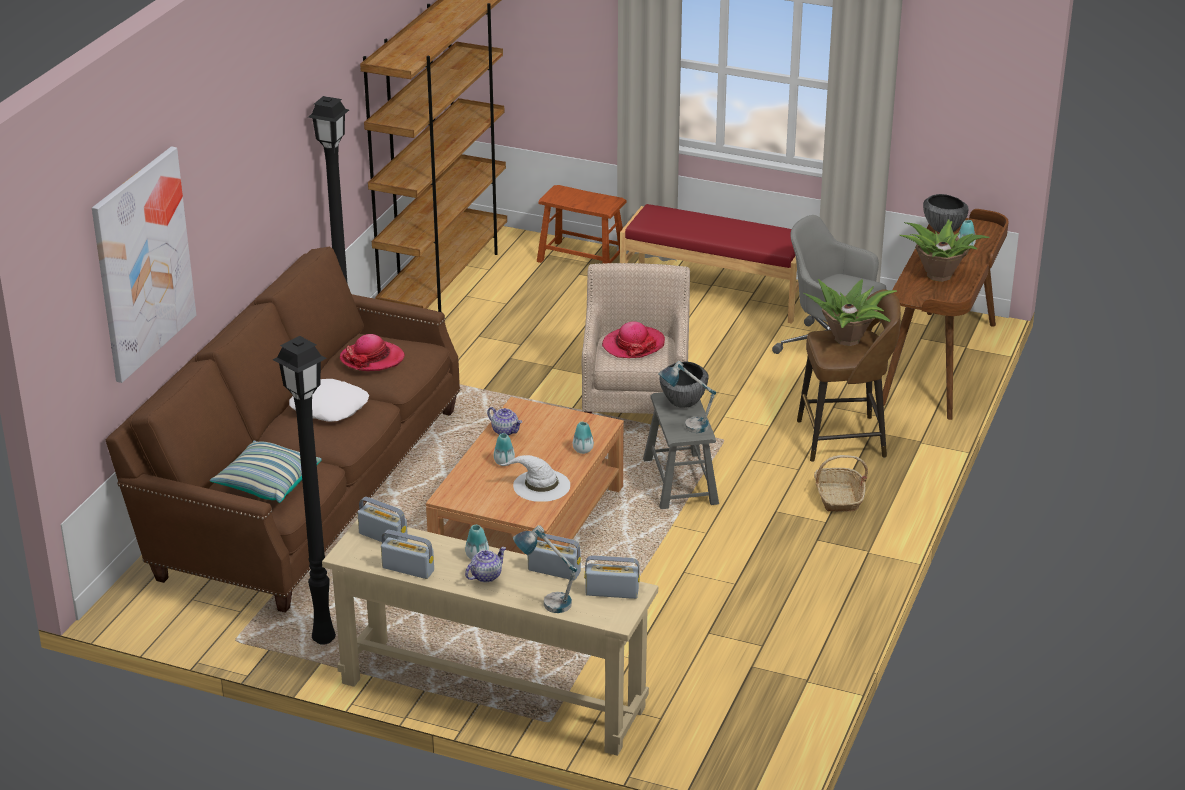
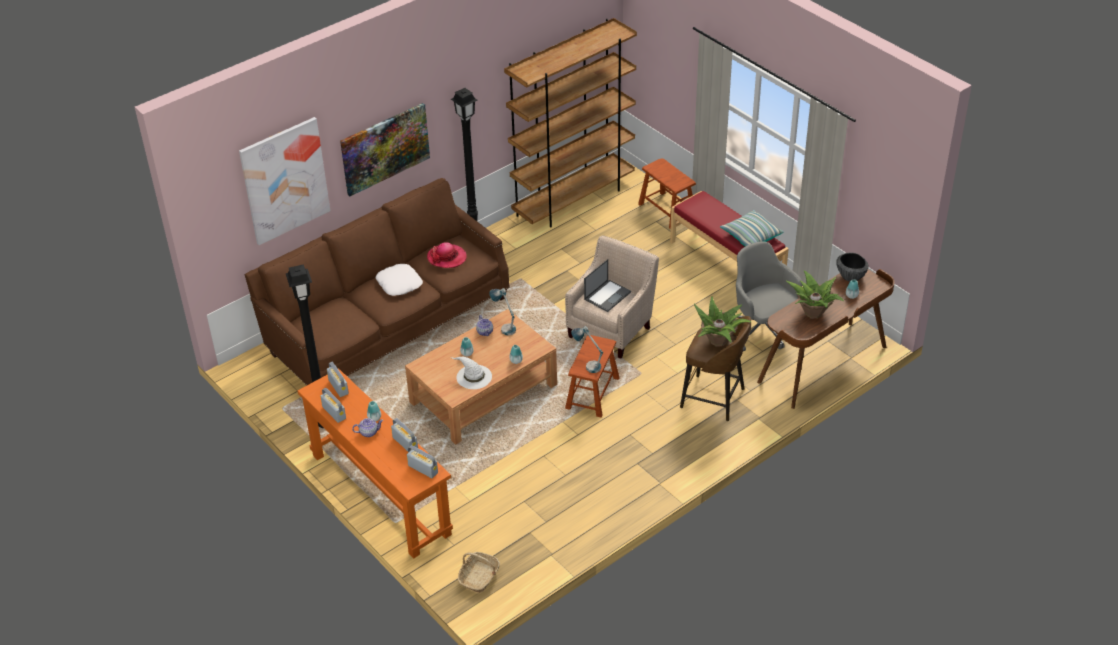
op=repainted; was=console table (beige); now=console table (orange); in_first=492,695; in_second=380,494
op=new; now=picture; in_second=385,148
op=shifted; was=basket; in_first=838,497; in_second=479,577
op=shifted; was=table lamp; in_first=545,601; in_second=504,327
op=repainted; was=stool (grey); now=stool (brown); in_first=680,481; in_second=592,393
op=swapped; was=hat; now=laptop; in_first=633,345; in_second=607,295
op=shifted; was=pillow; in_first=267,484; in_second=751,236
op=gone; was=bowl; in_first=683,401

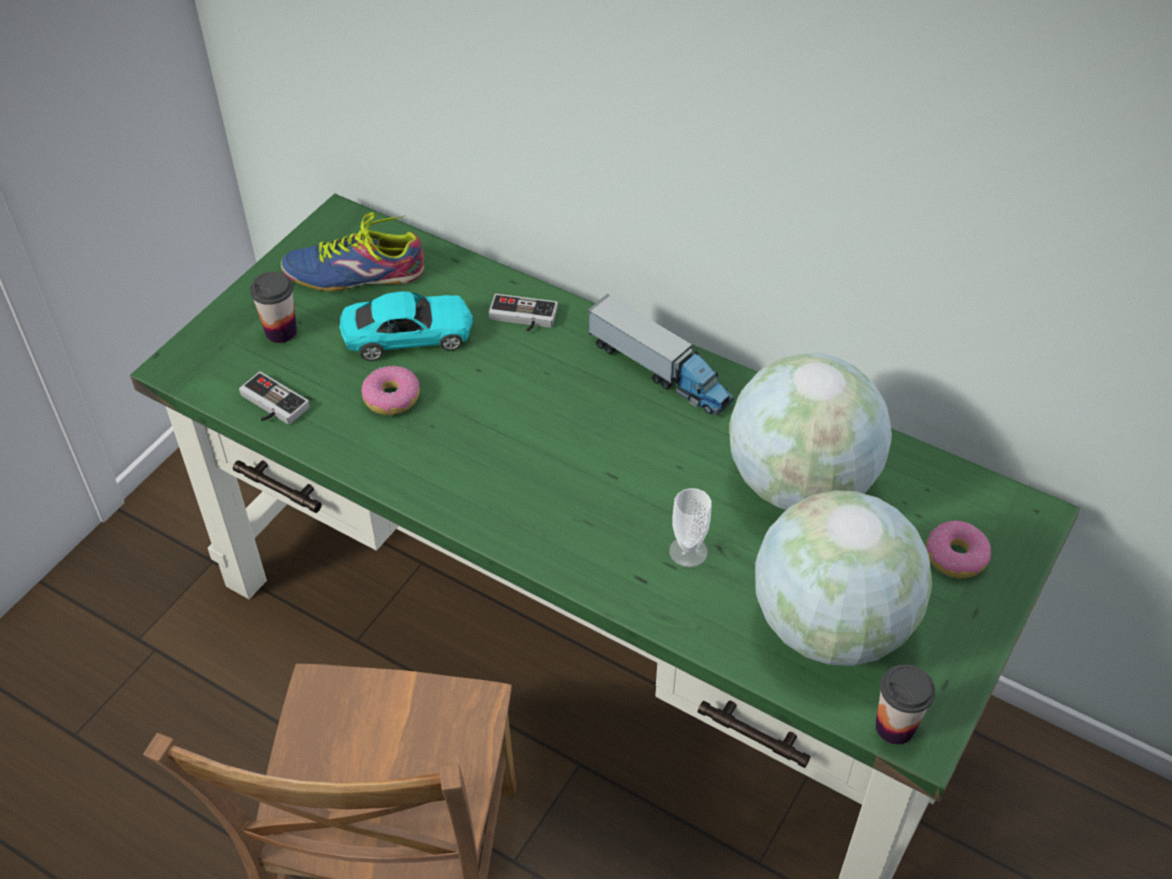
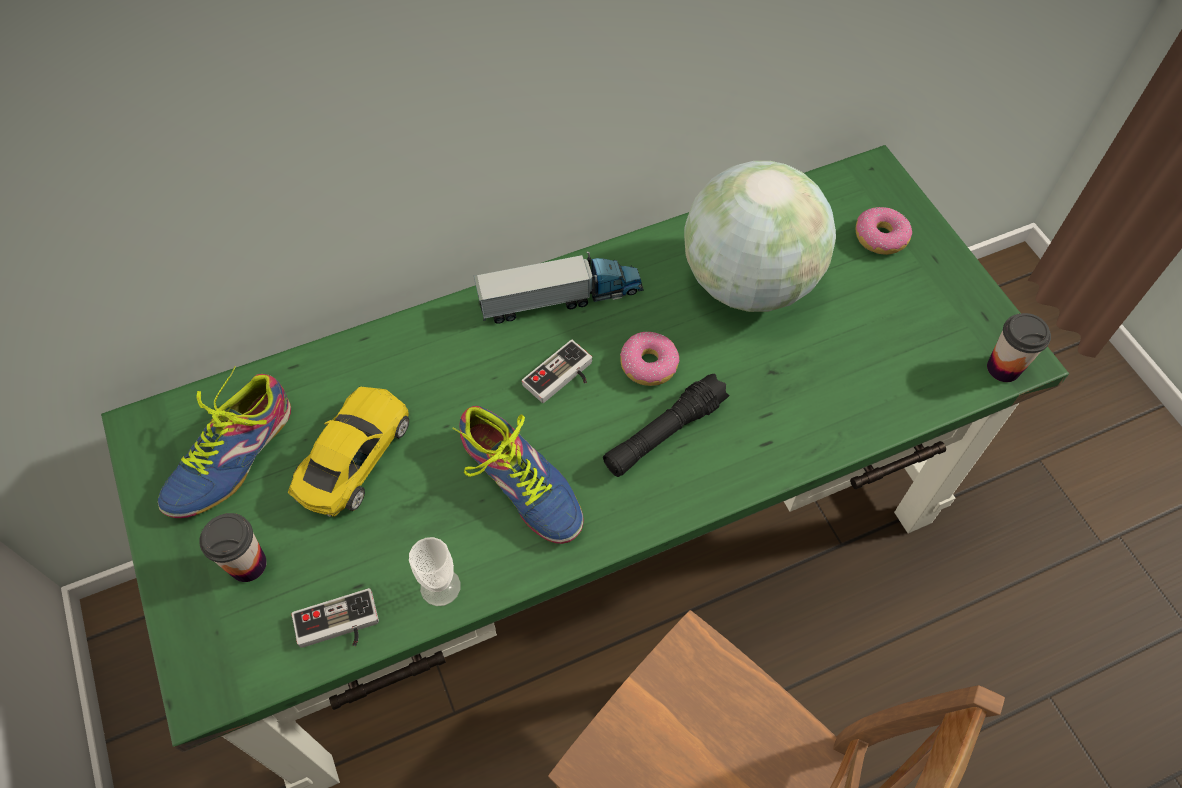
op=repainted; was=toy car (turquoise); now=toy car (yellow); in_first=408,335; in_second=354,457
op=shifted; was=cup; in_first=688,551; in_second=440,587
op=new; now=shoe; in_second=522,482
op=shifted; was=game controller; in_first=522,319; in_second=562,378
op=new; now=flashlight (black); in_second=664,433
op=shifted; was=donut; in_first=391,398; in_second=649,365
op=gone; was=globe; in_first=830,625

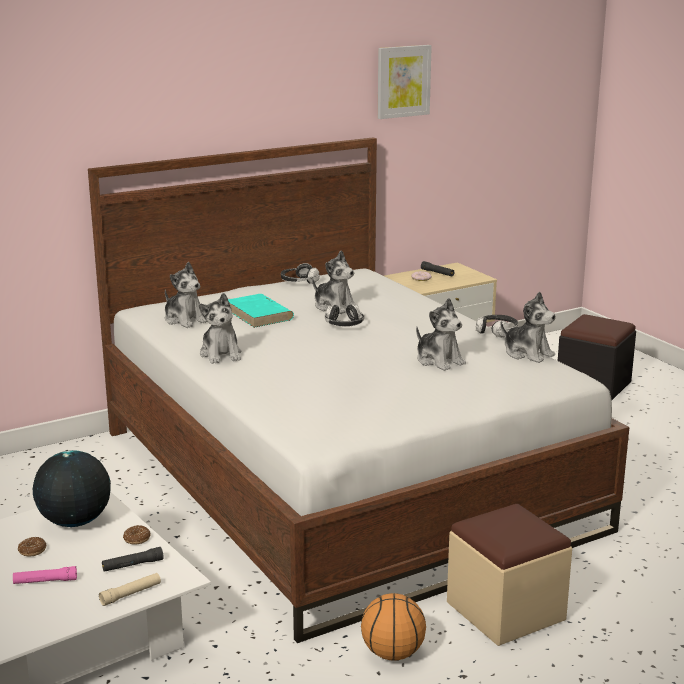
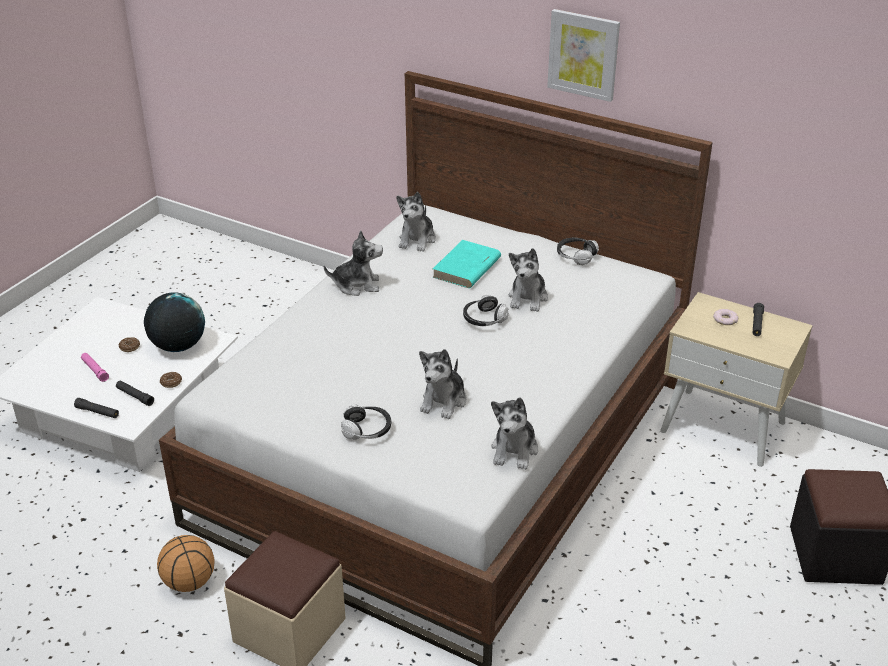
op=repainted; was=flashlight (beige); now=flashlight (black); in_first=131,594; in_second=97,412
op=rotated; was=plush toy; in_first=221,354; in_second=357,285; clockwise=-135
op=shifted; was=headphones; in_first=496,332; in_second=367,430
op=shifted; was=picture; in_first=403,81; in_second=583,54

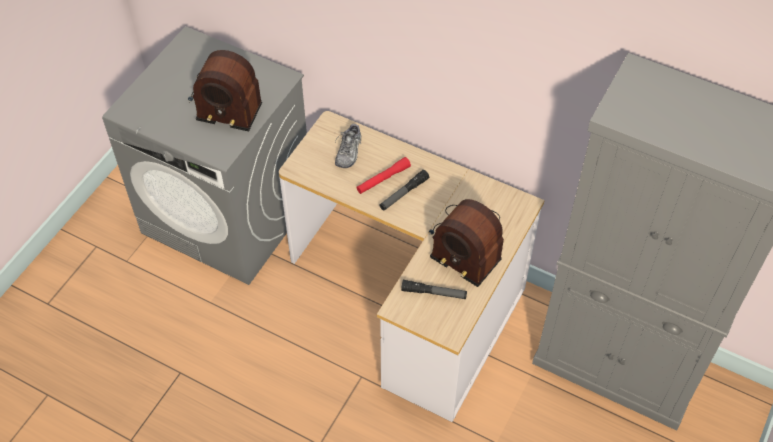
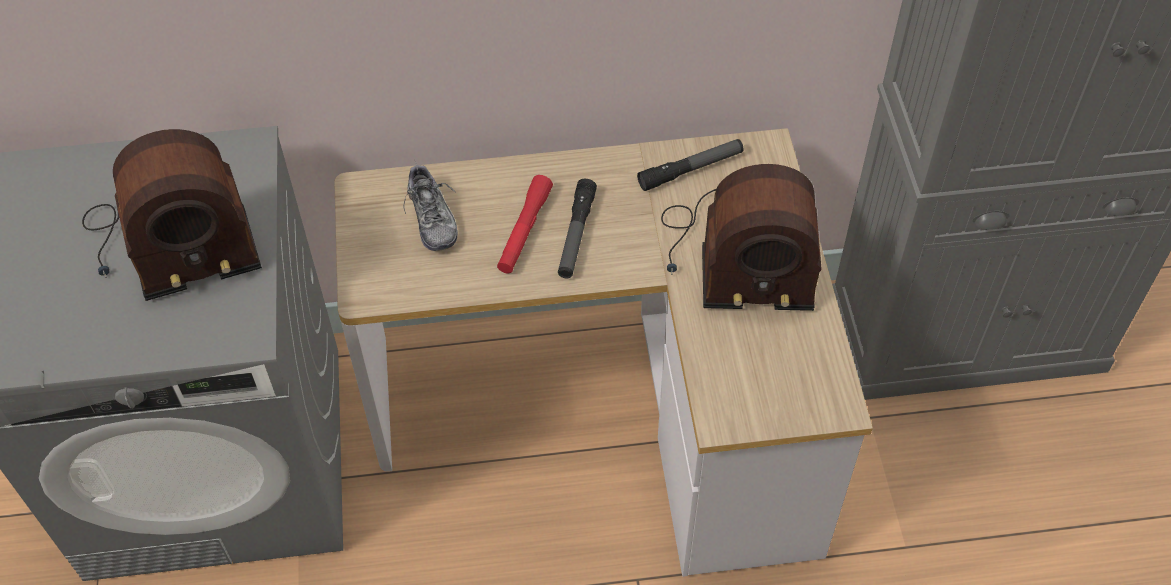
op=shifted; was=flashlight; in_first=434,293; in_second=690,169

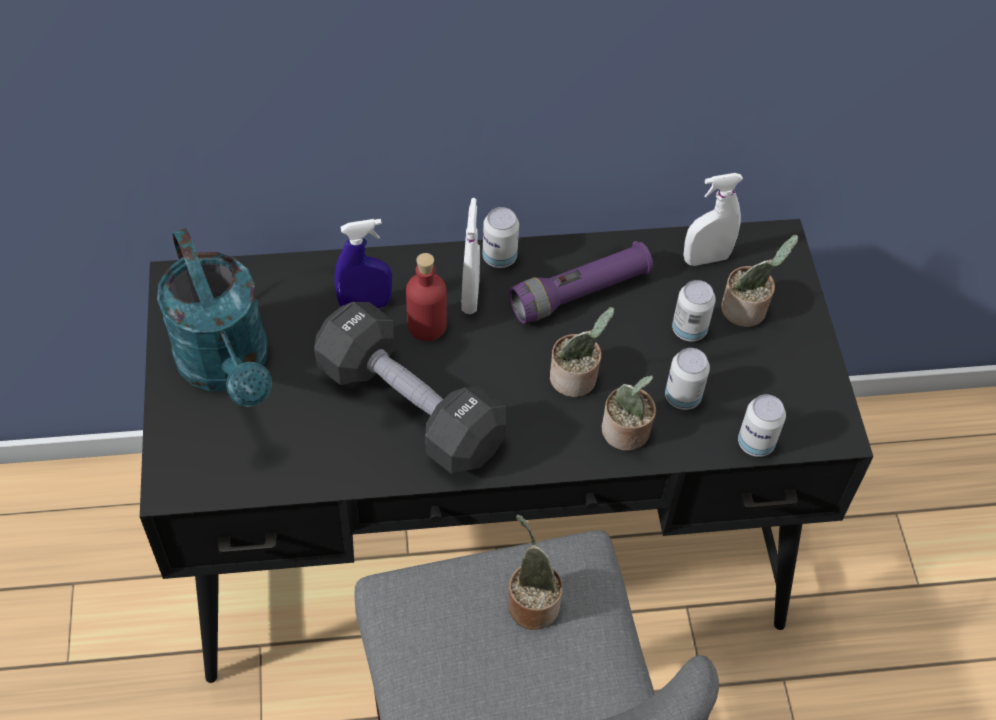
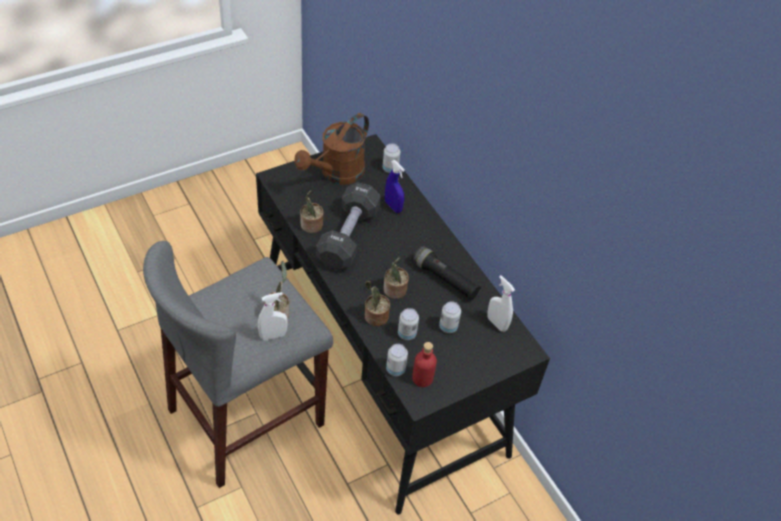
op=shifted; was=spray bottle (white); in_first=470,296; in_second=273,335
op=repainted; was=watering can (turquoise); now=watering can (brown); in_first=228,367; in_second=337,174
op=shifted; was=potted plant; in_first=747,310; in_second=311,226
op=shifted; was=can; in_first=499,257; in_second=390,168
op=repainted; was=flashlight (purple); now=flashlight (black); in_first=580,293; in_second=444,279
op=shifted; was=bottle (red); in_first=427,325; in_second=422,378

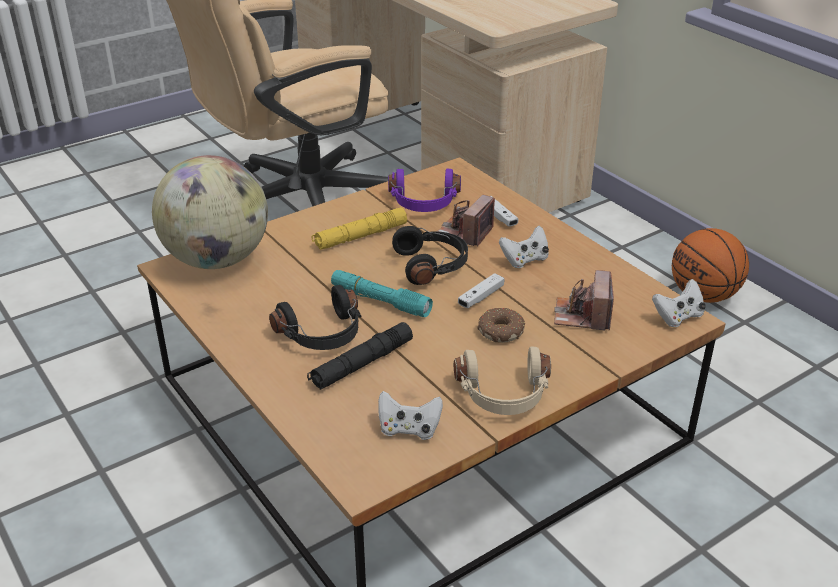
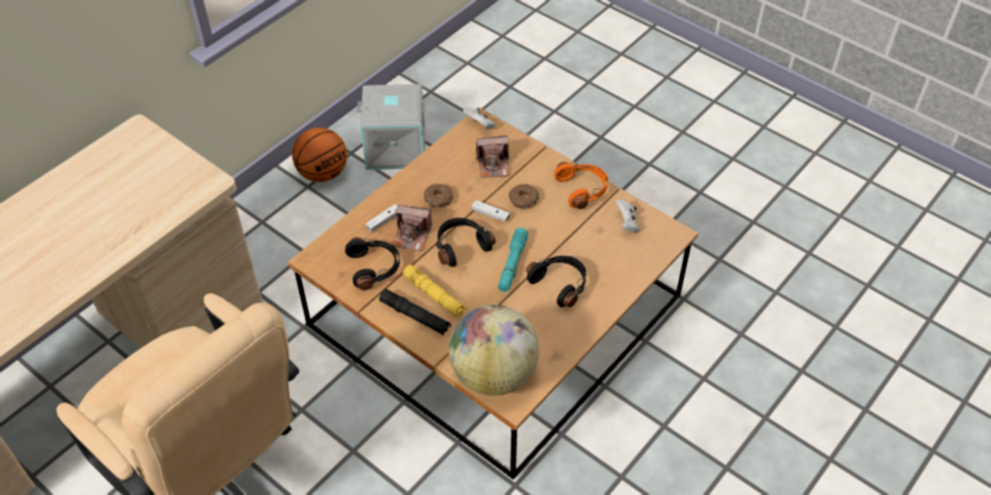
op=repainted; was=headphones (purple); now=headphones (black); in_first=424,204; in_second=374,268
op=new; now=storage box (grey); in_second=396,147
op=shifted; was=flashlight (black); in_first=361,364; in_second=415,316
op=swapped; was=game controller (white); now=donut; in_first=525,260; in_second=438,199
op=repainted; was=headphones (beige); now=headphones (orange); in_first=504,395; in_second=582,189

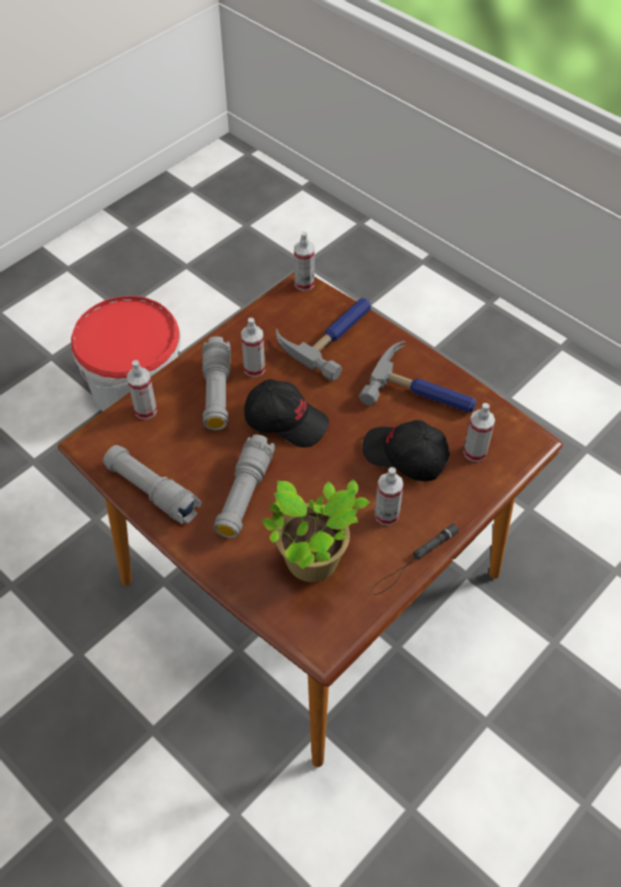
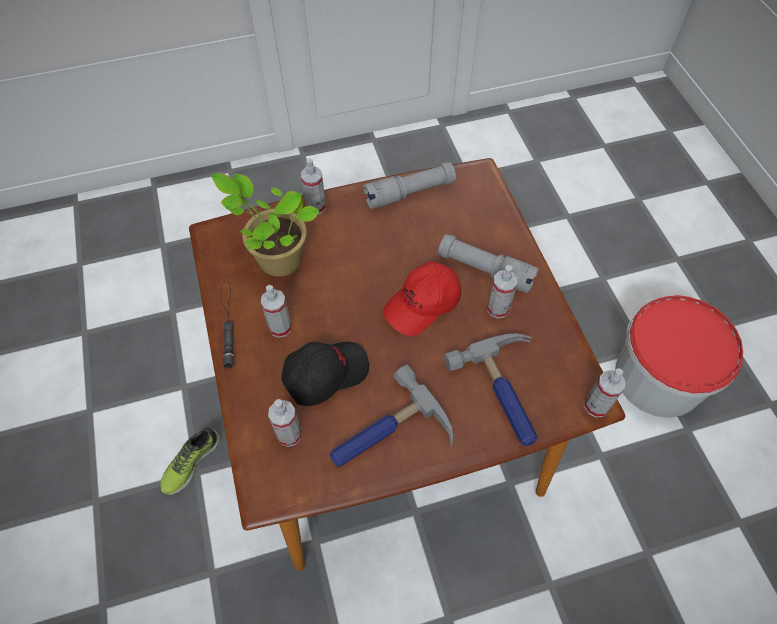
op=new; now=shoe; in_second=190,462
op=shifted; was=spray bottle; in_first=146,410; in_second=316,207
op=repainted; was=cap (black); now=cap (red); in_first=286,420; in_second=423,305
op=gone; was=flashlight (grey); in_first=244,494

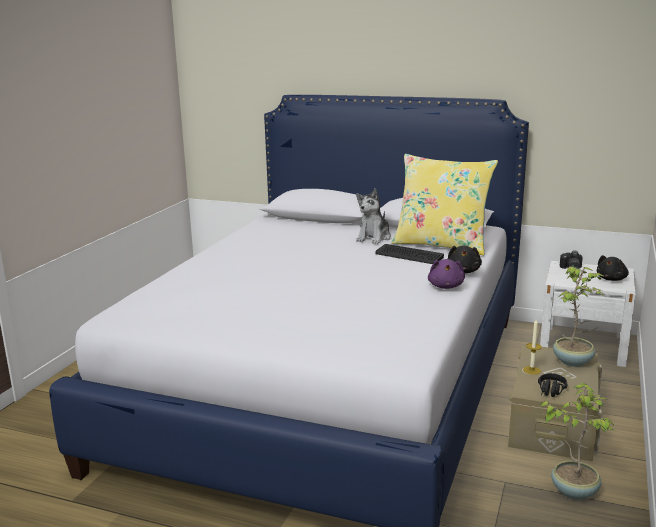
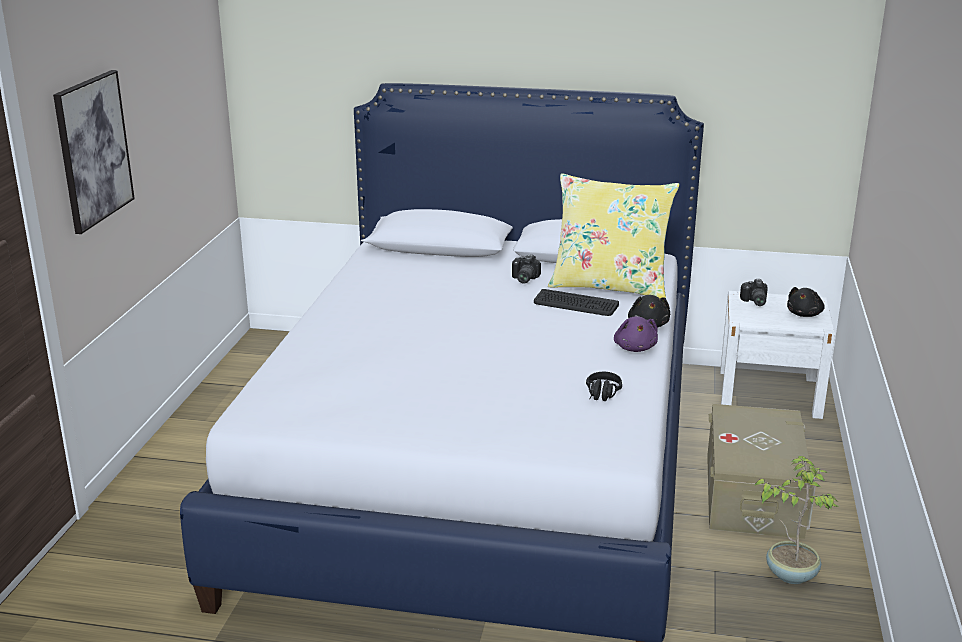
op=new; now=picture; in_second=93,150
op=swapped; was=plush toy; now=photo camera; in_first=374,238; in_second=523,279
op=shifted; was=headphones (black); in_first=550,392; in_second=602,396
op=gone; was=candle; in_first=531,370
op=gone; was=potted plant; in_first=573,361

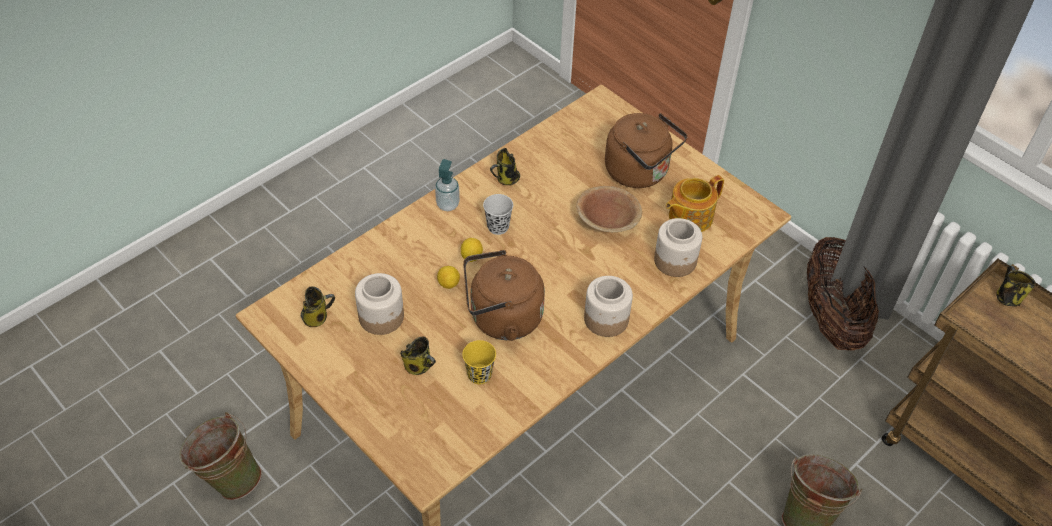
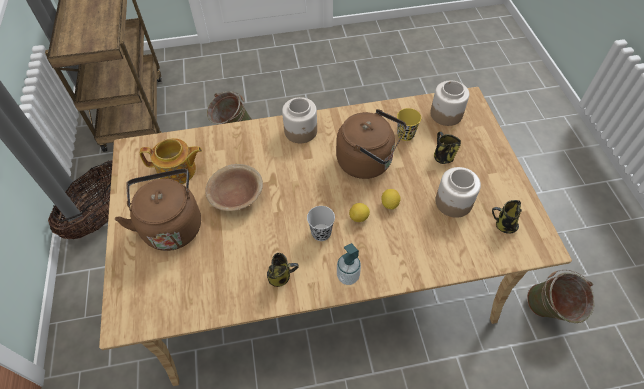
op=shifted; was=jar; in_first=675,261; in_second=446,114
op=gone; was=mug; in_first=1007,297

